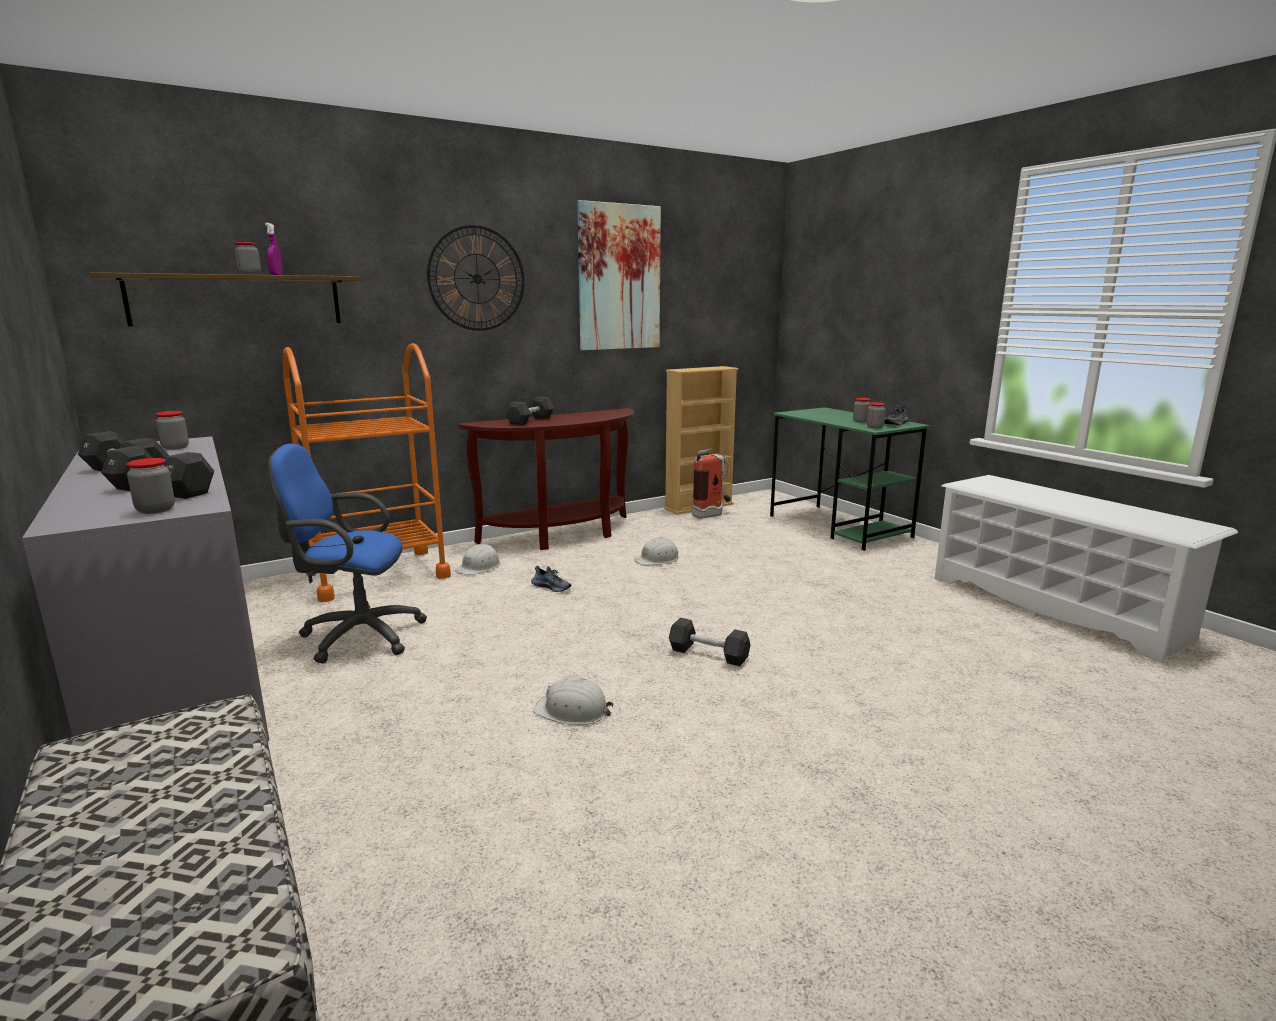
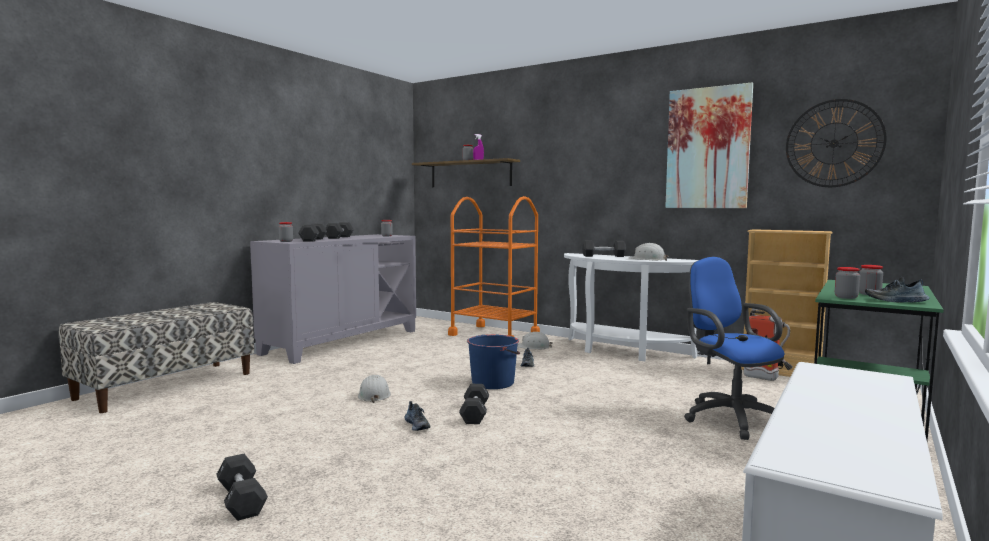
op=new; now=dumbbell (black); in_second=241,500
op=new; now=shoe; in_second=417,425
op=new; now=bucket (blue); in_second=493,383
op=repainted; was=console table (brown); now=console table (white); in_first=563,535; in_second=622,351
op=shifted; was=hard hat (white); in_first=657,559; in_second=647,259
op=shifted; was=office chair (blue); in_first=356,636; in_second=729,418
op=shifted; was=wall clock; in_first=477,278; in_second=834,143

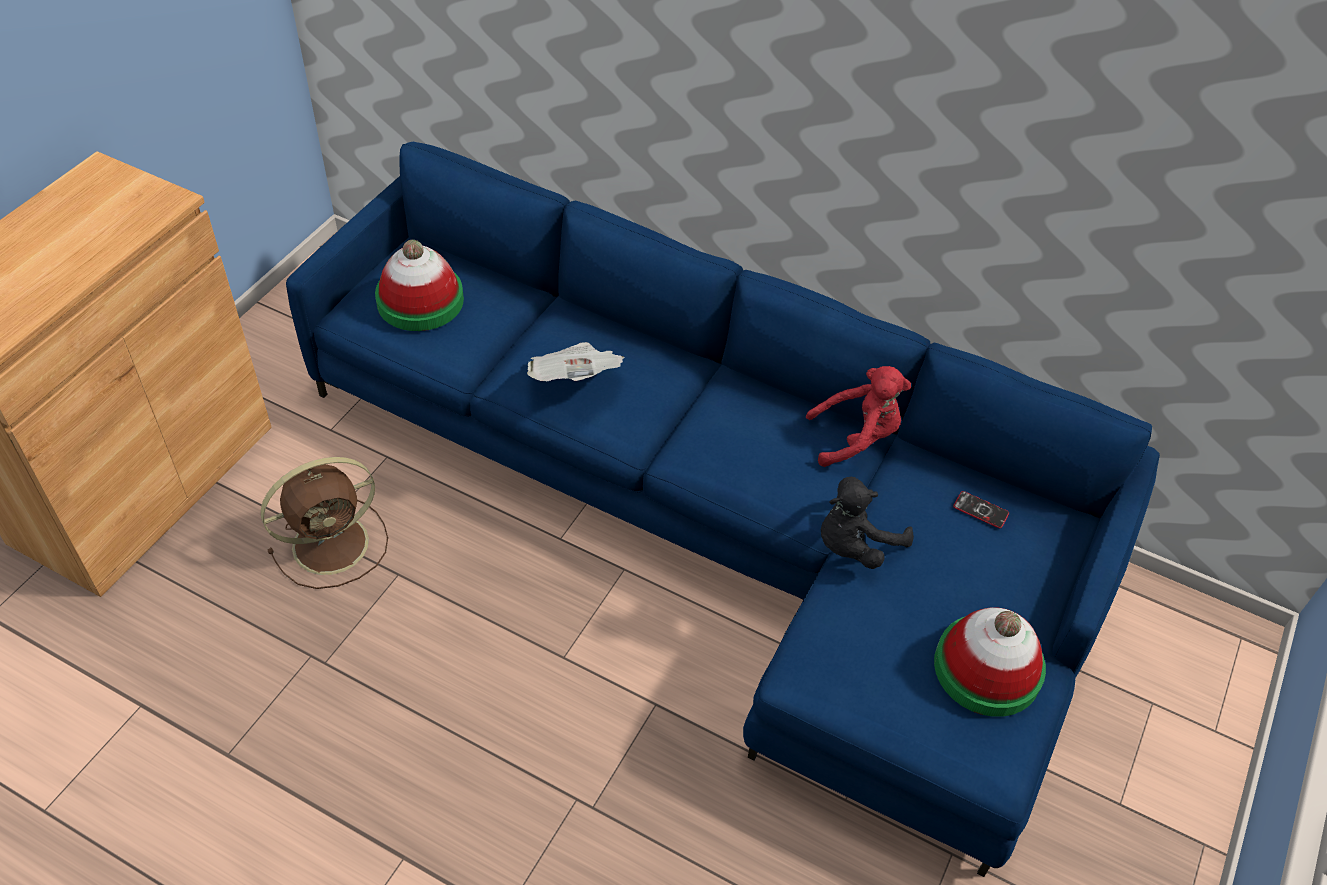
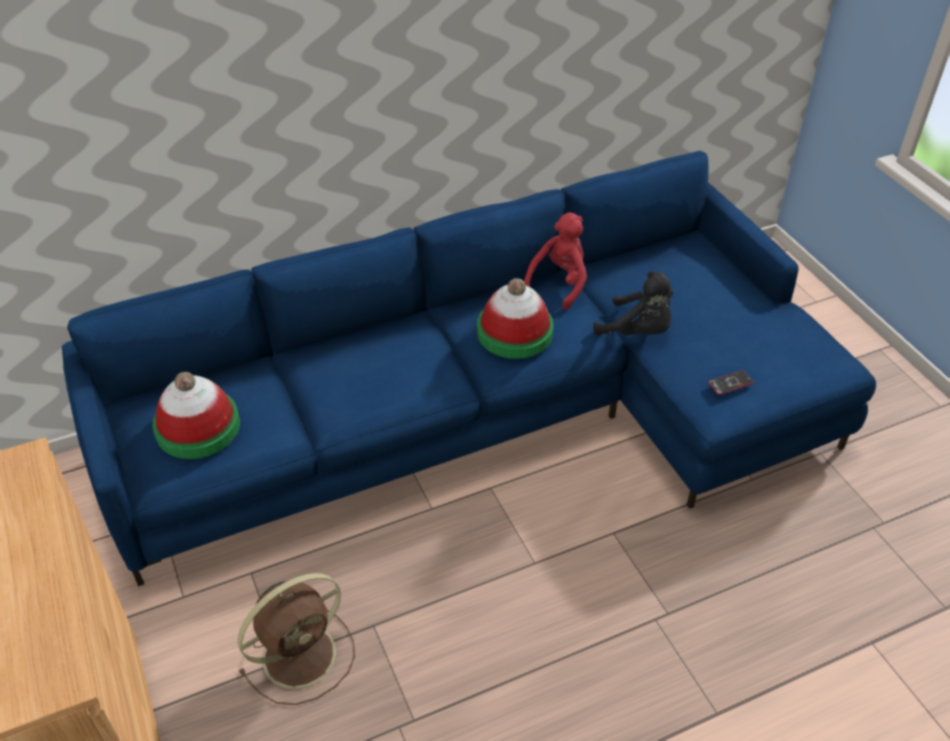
op=rotated; was=fan (brown); in_first=334,543; in_second=302,653; clockwise=45
op=shifted; was=hat; in_first=987,668; in_second=514,332
op=rotated; was=plush toy (black); in_first=854,544; in_second=638,331; clockwise=-60
op=shifted; was=phone; in_first=980,510; in_second=730,383
op=gone; was=newspaper; in_first=575,380

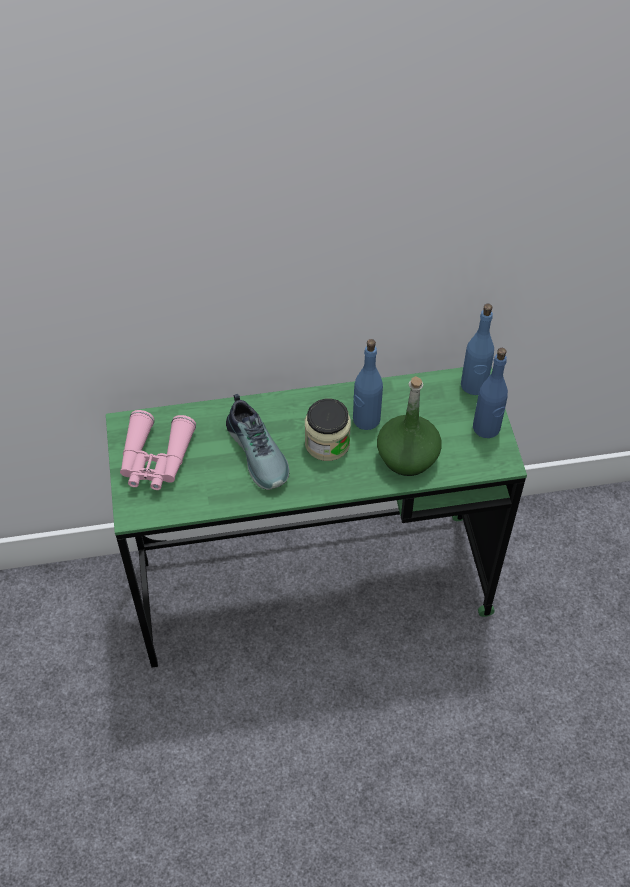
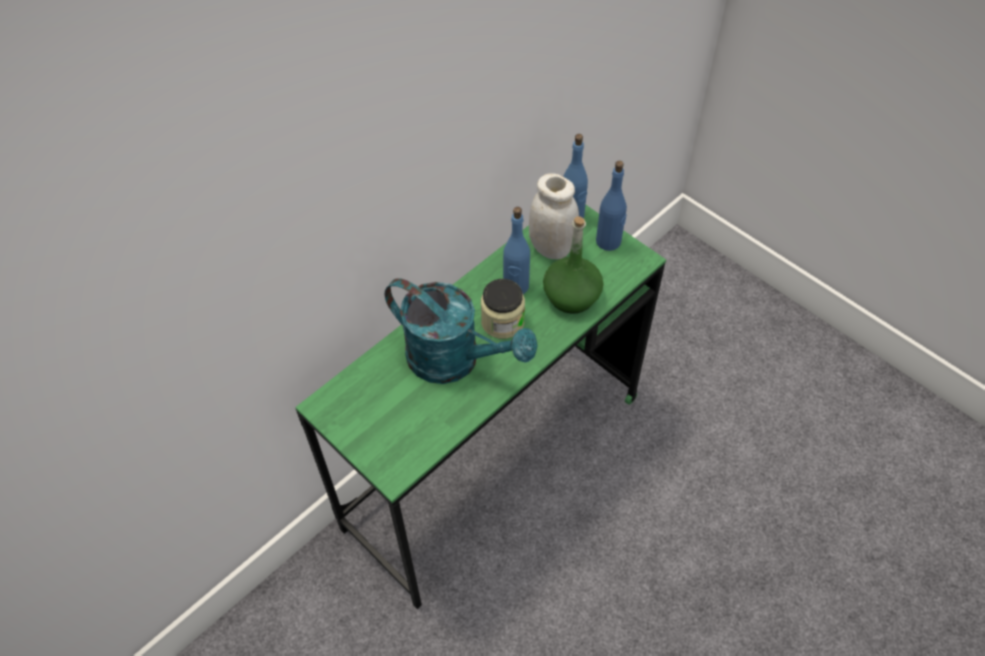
op=swapped; was=shoe; now=watering can (turquoise); in_first=259,452; in_second=455,360
op=new; now=jar (white); in_second=551,248
op=gone; was=binoculars (pink); in_first=155,459

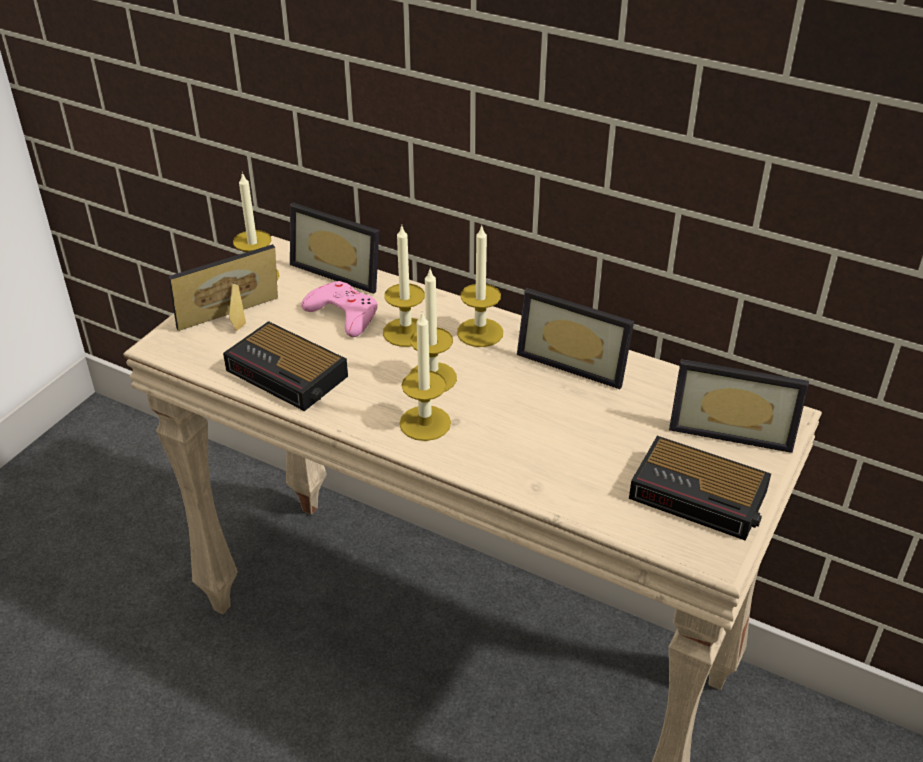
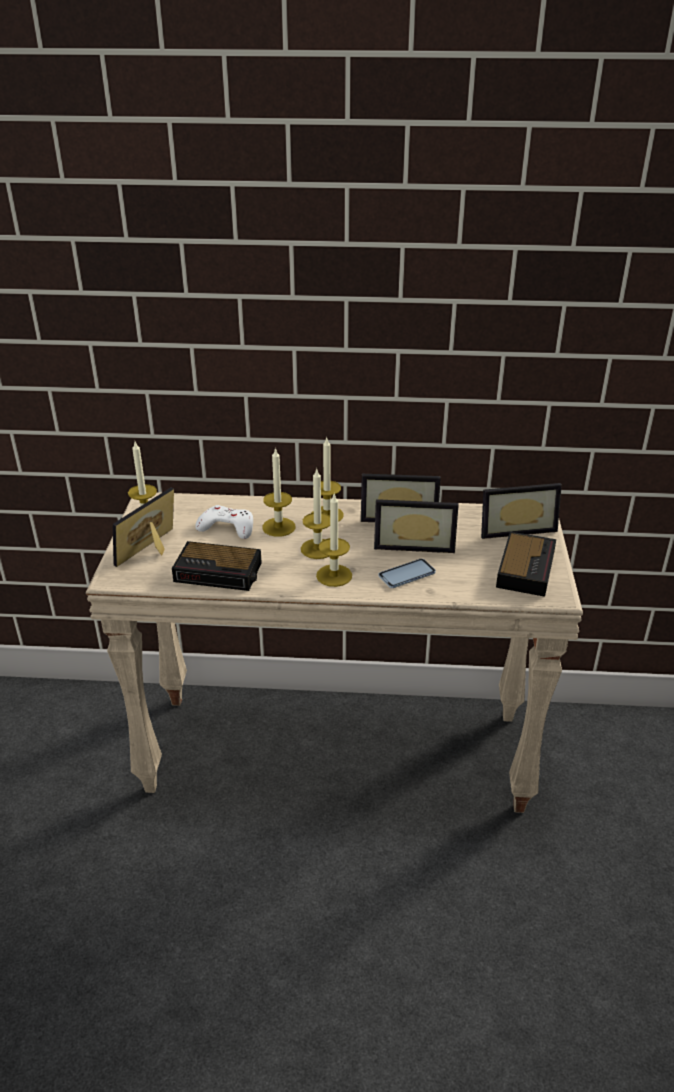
op=repainted; was=game controller (pink); now=game controller (white); in_first=343,314; in_second=227,527
op=shifted; was=picture frame; in_first=341,270; in_second=414,543
op=new; now=phone; in_second=407,574
op=rotated; was=alarm clock; in_first=701,496; in_second=526,568; clockwise=-75

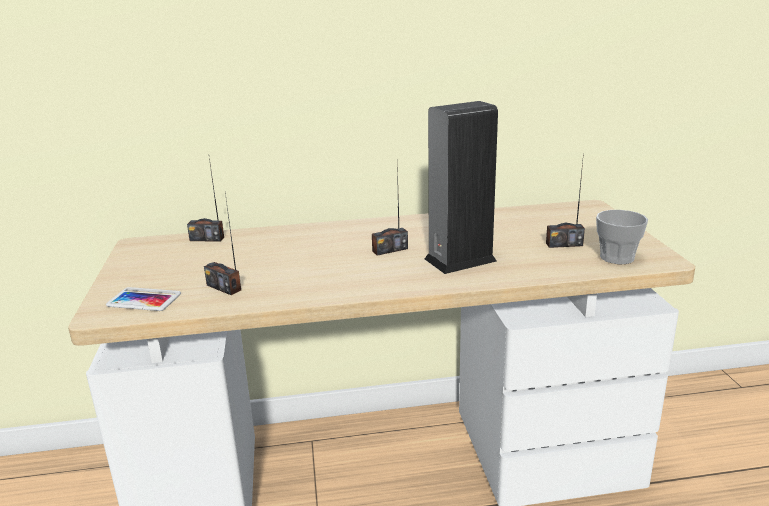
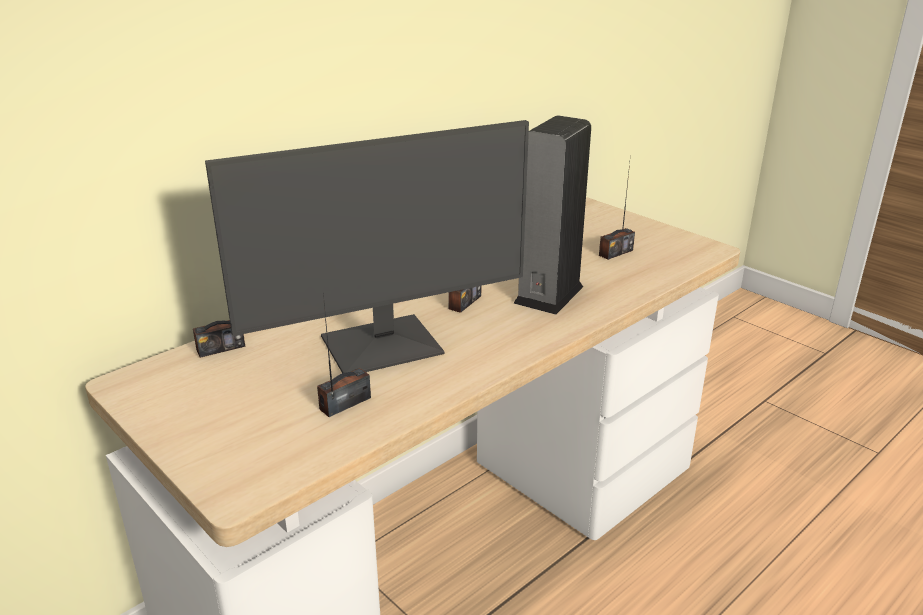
op=new; now=monitor; in_second=383,346
op=rotated; was=radio; in_first=224,287; in_second=345,403; clockwise=135
op=gone; was=phone; in_first=144,300
op=gone; was=cup; in_first=617,257

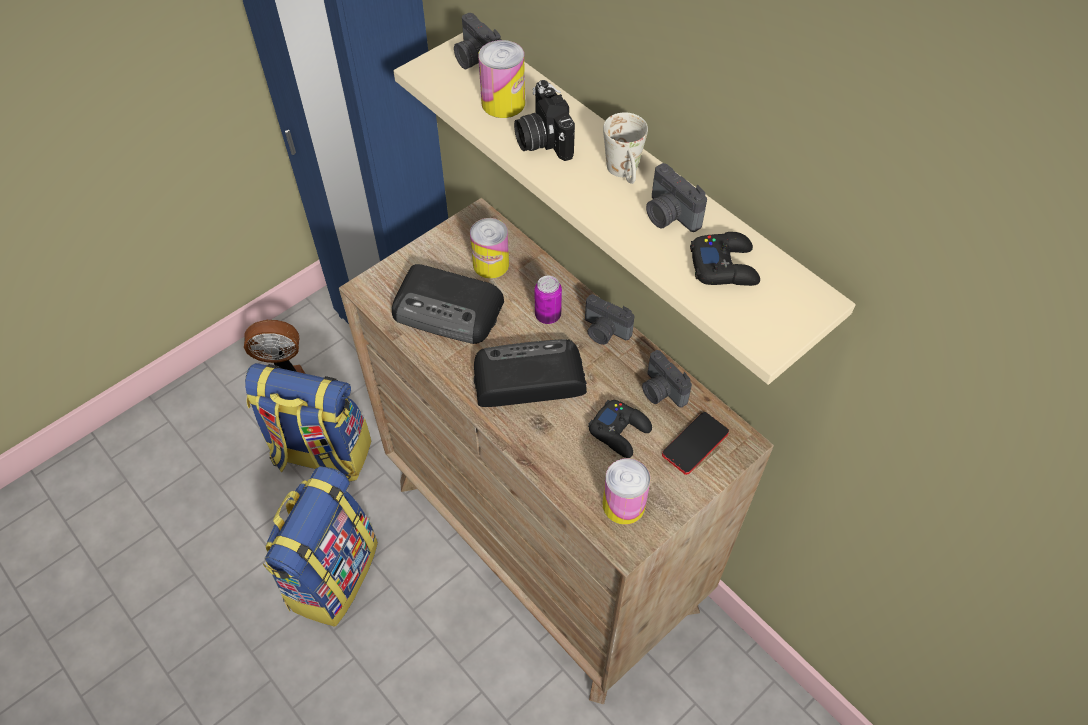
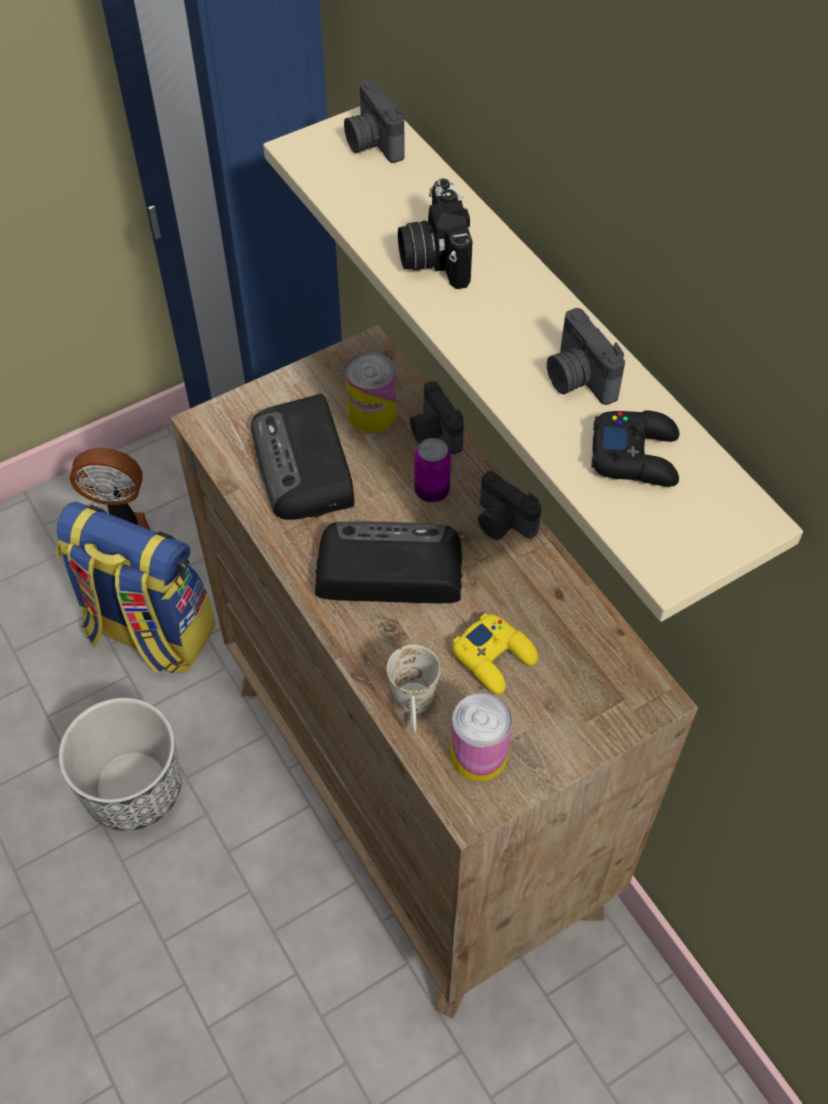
op=swapped; was=backpack; now=planter; in_first=332,573; in_second=133,787
op=rotated; was=radio; in_first=449,310; in_second=305,466; clockwise=45
op=shifted; was=mug (white); in_first=625,174; in_second=414,710
op=shifted; was=photo camera; in_first=661,391; in_second=434,433
op=repainted; was=game controller (black); now=game controller (yellow); in_first=620,431; in_second=494,657
op=gone; was=can; in_first=503,103
op=gone; was=phone; in_first=695,443

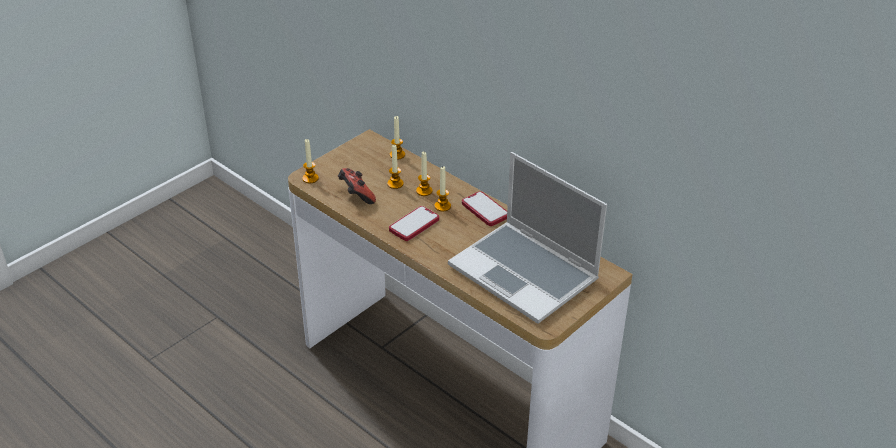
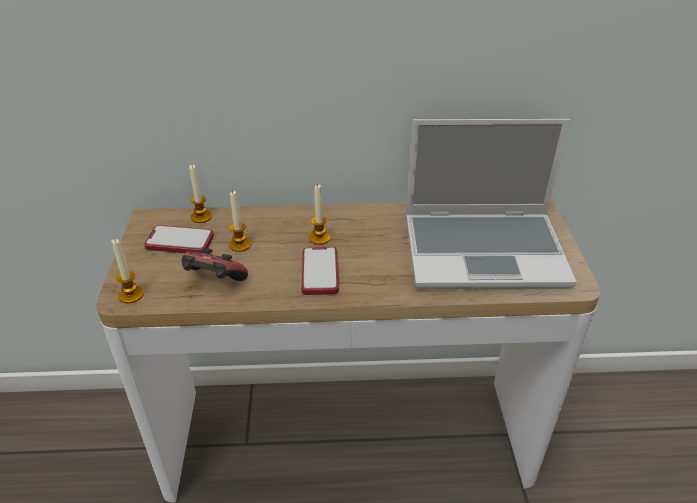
op=shifted; was=phone; in_first=485,210; in_second=180,241
op=gone; was=candle; in_first=424,191

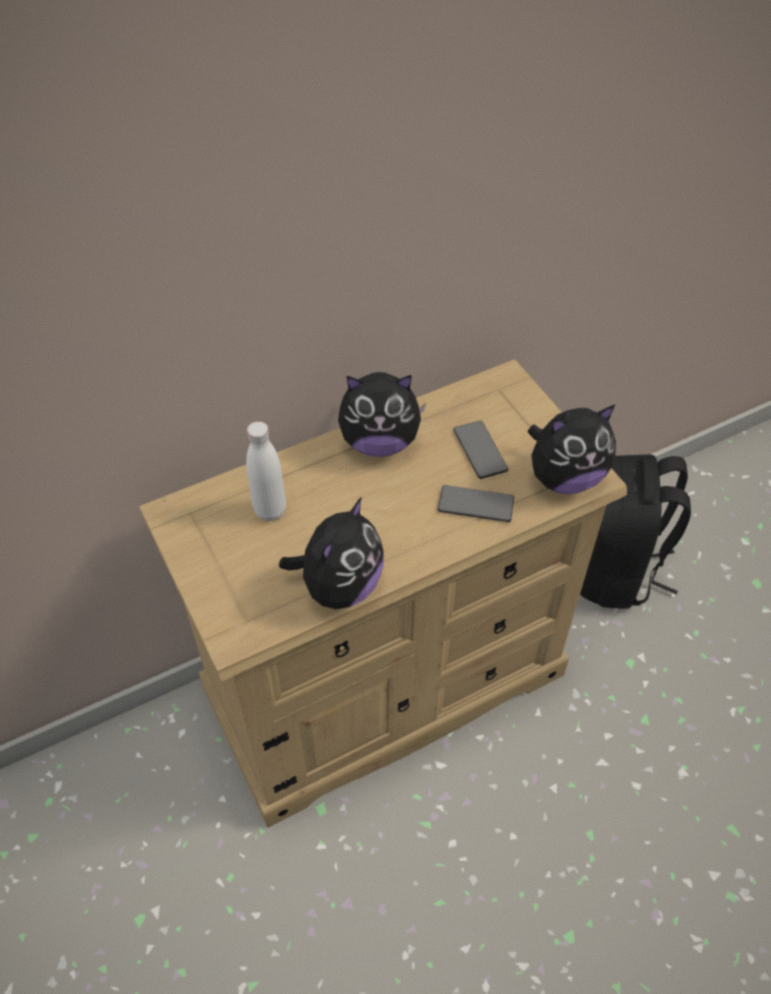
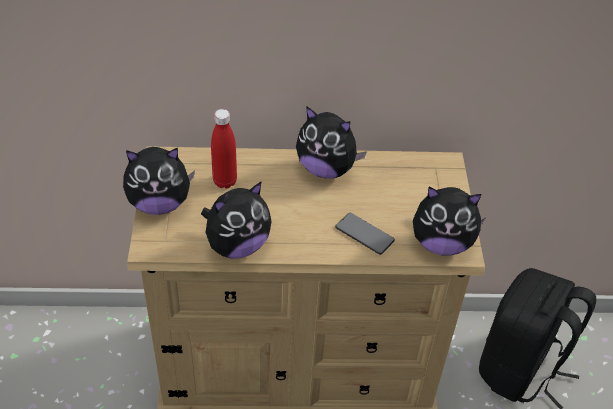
op=new; now=plush toy; in_second=159,203
op=repainted; was=bottle (white); now=bottle (red); in_first=270,510; in_second=225,181
op=gone; was=phone; in_first=480,450

